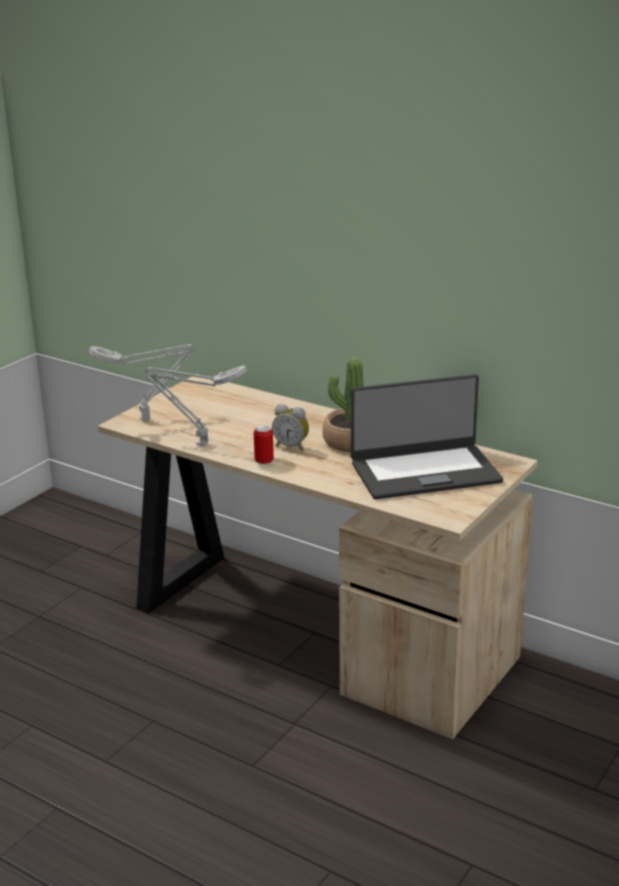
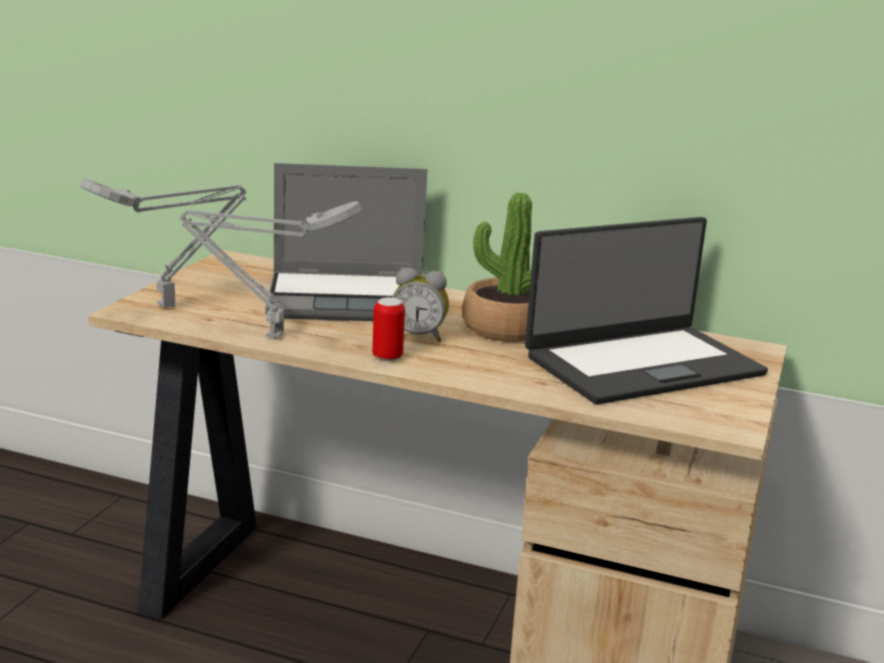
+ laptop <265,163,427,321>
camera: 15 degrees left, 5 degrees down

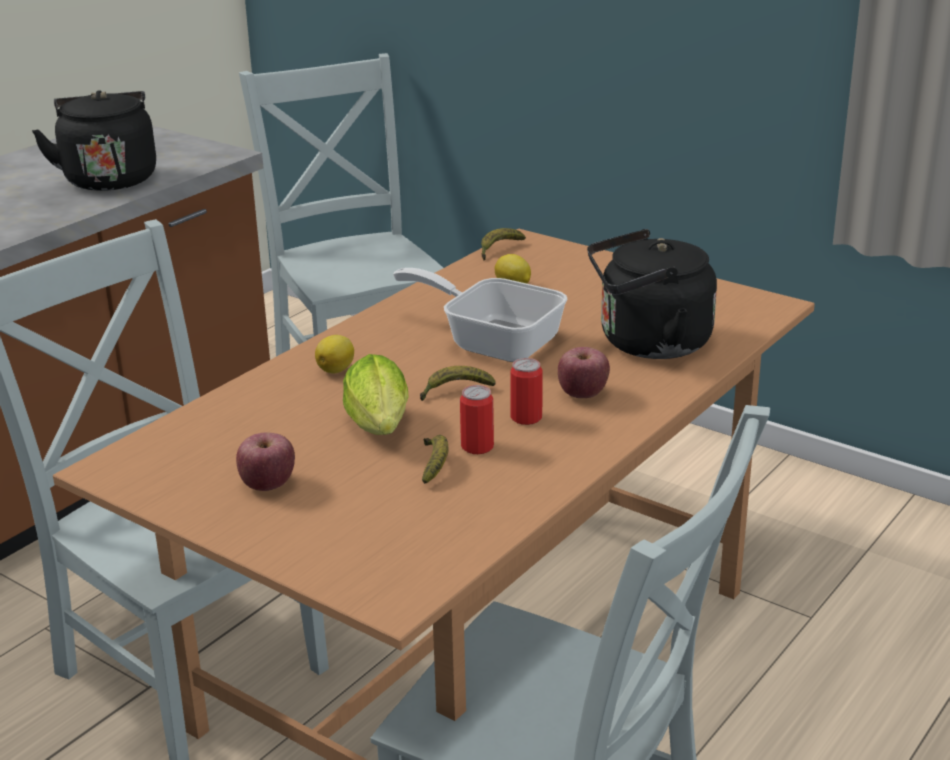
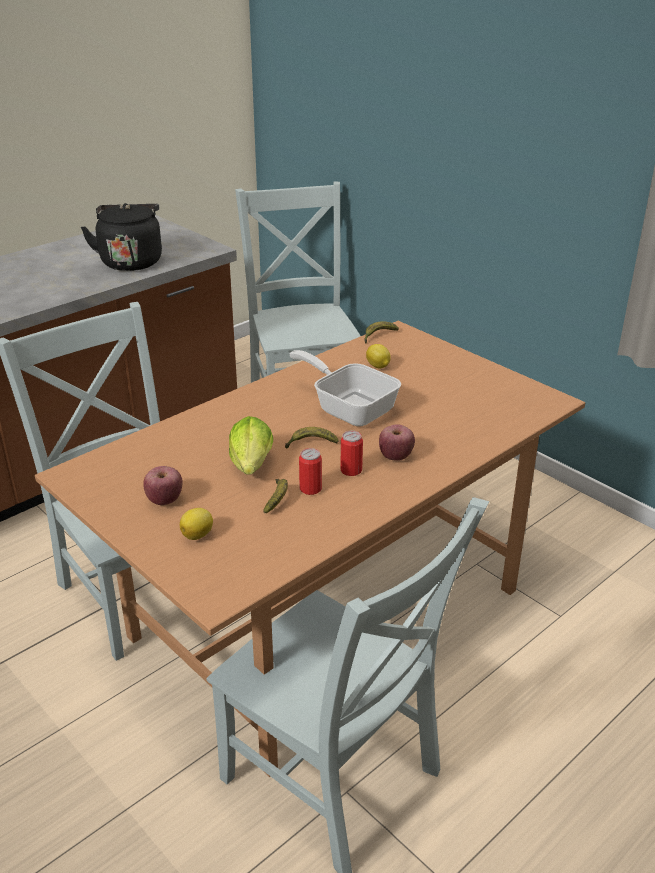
~ lemon <315,335,354,373> to <180,508,213,540>
- black kettle <587,229,717,359>
camera: 10 degrees right, 5 degrees up

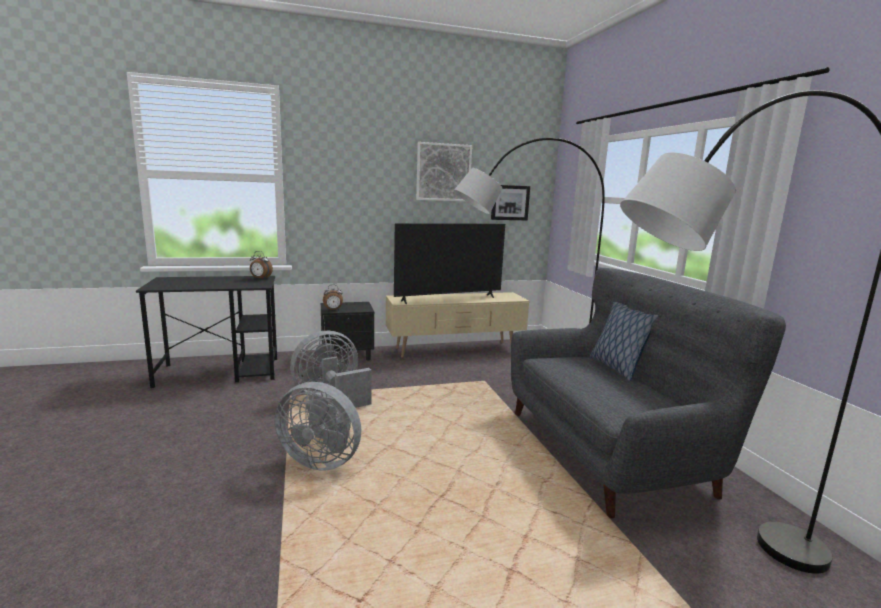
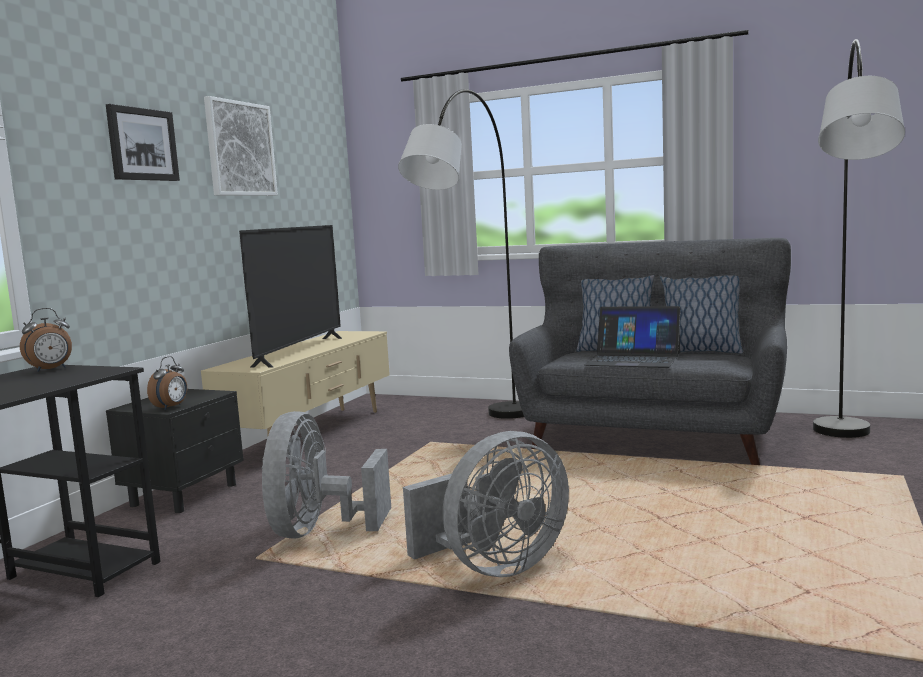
~ picture <491,185,530,220> to <106,104,180,181>
+ laptop <584,306,680,368>
+ pillow <660,275,743,354>
camera: 50 degrees left, 5 degrees down

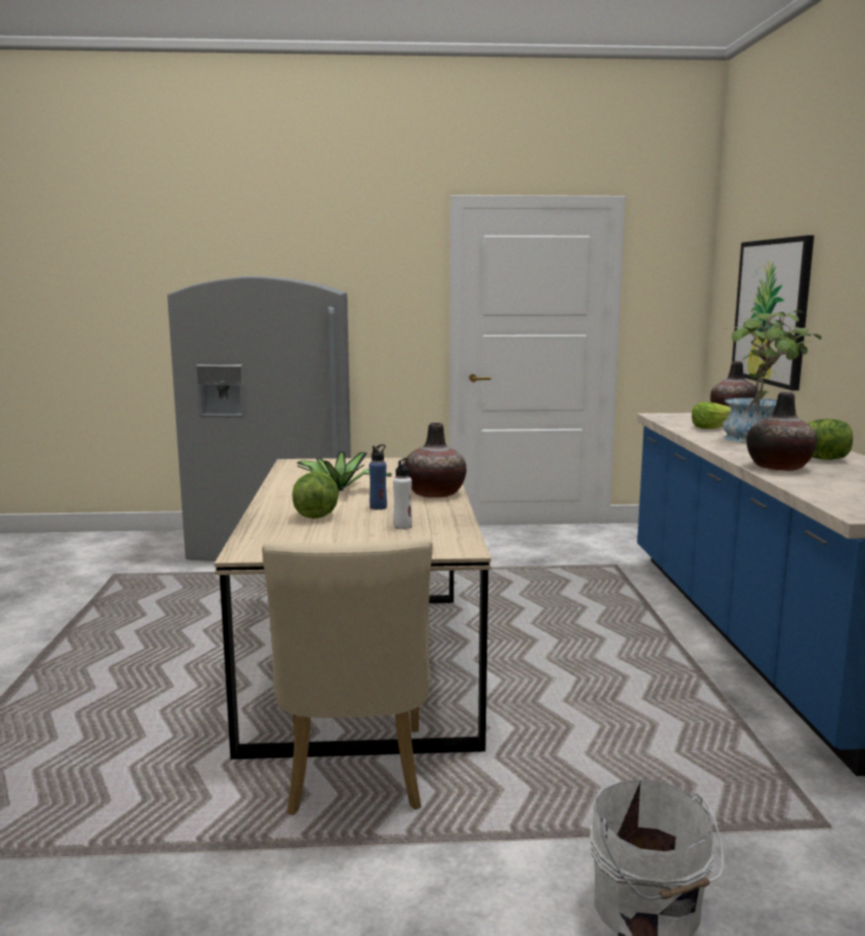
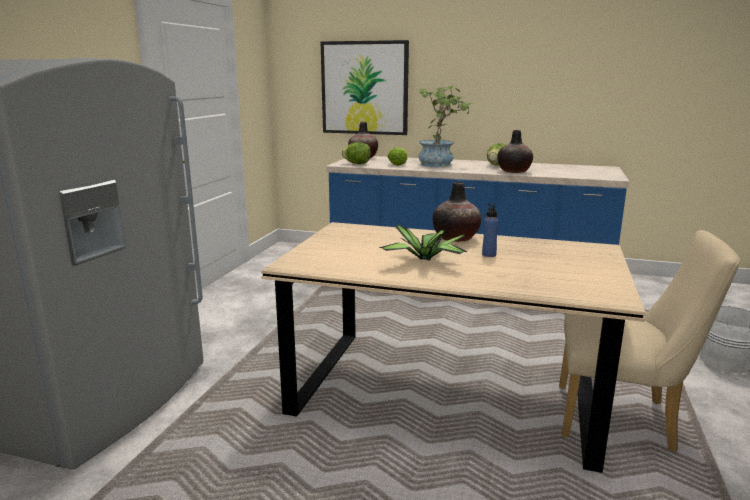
~ lettuce <292,471,339,519> to <342,142,371,164>
- white bottle <393,458,412,529>
camera: 70 degrees left, 5 degrees up

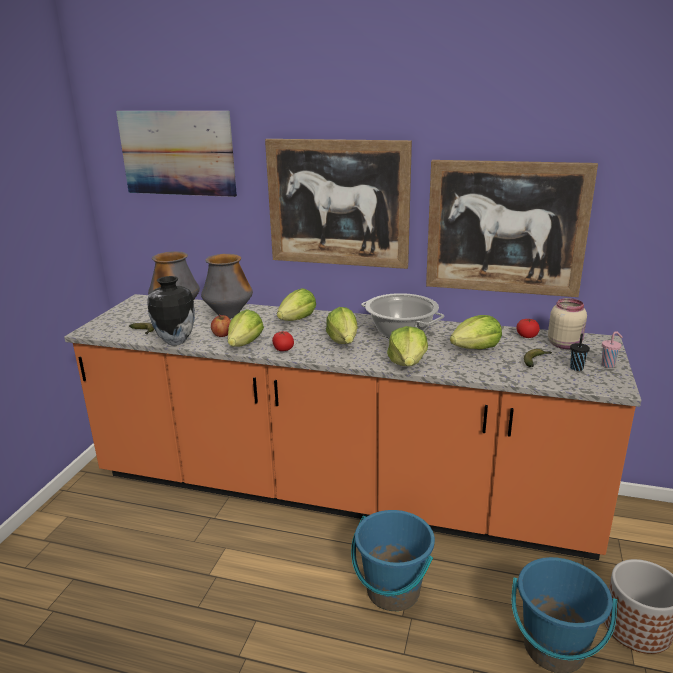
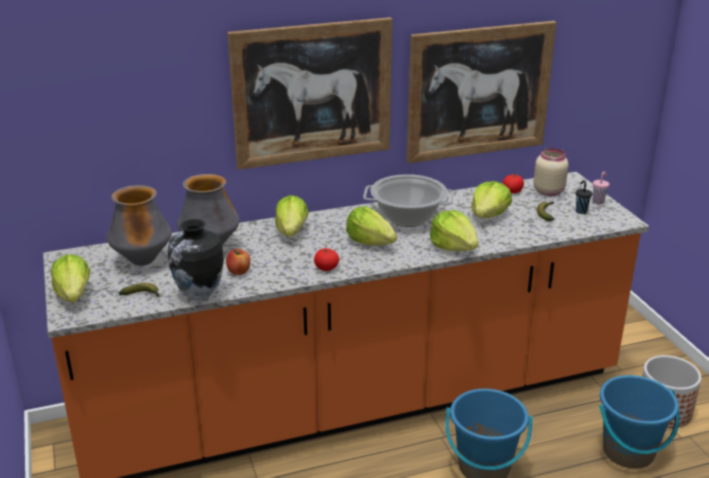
- picture <116,111,237,197>
~ lettuce <228,309,264,347> to <51,254,90,302>
camera: 35 degrees left, 5 degrees up

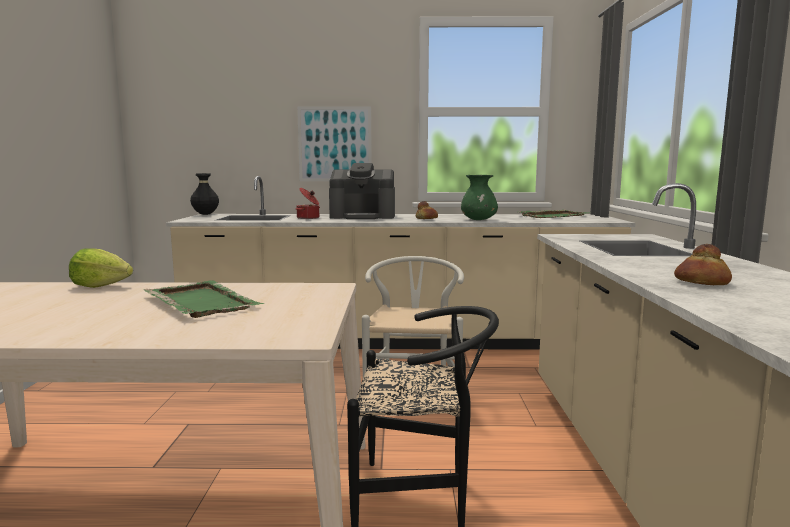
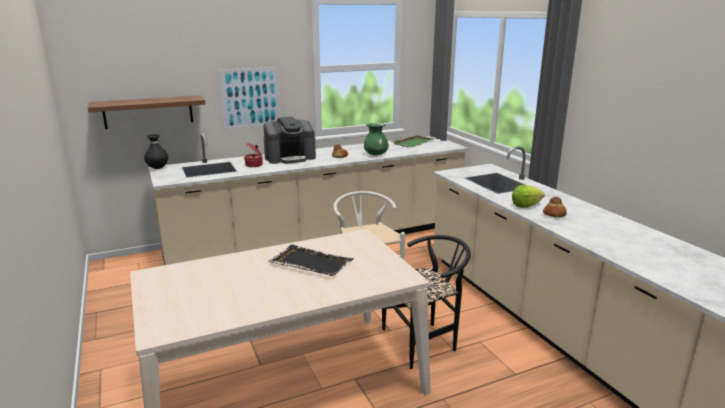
~ lettuce <69,248,133,288> to <512,185,545,208>
~ green tray <144,281,264,318> to black tray <268,245,354,276>
+ brown shelf <88,95,206,129>
camera: 25 degrees left, 10 degrees up

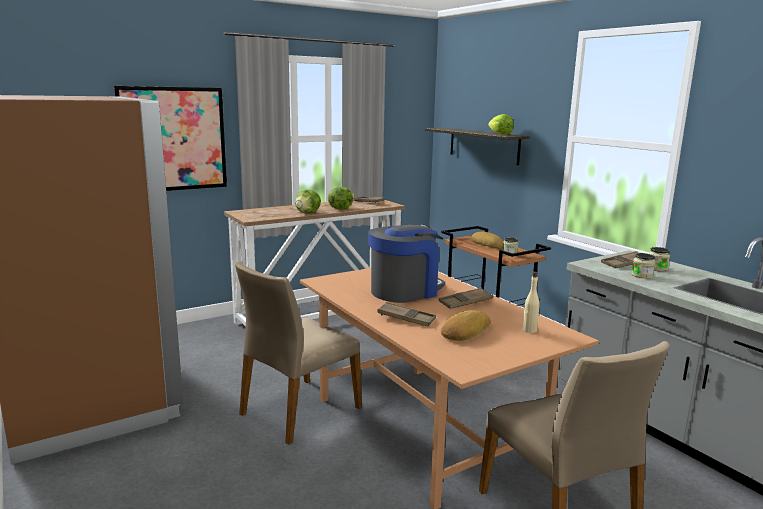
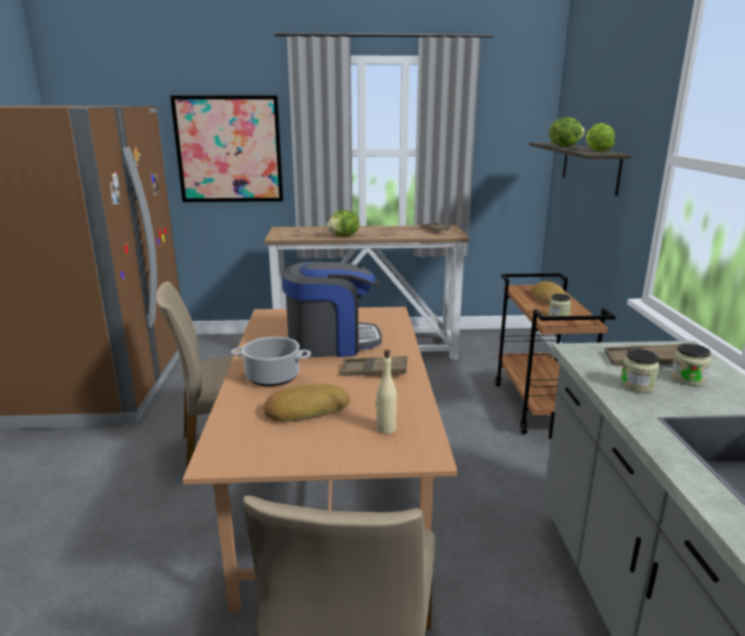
~ lettuce <328,187,355,210> to <549,117,585,146>
~ brown tray <377,302,436,326> to cooking pot <231,336,311,386>
camera: 30 degrees right, 5 degrees up

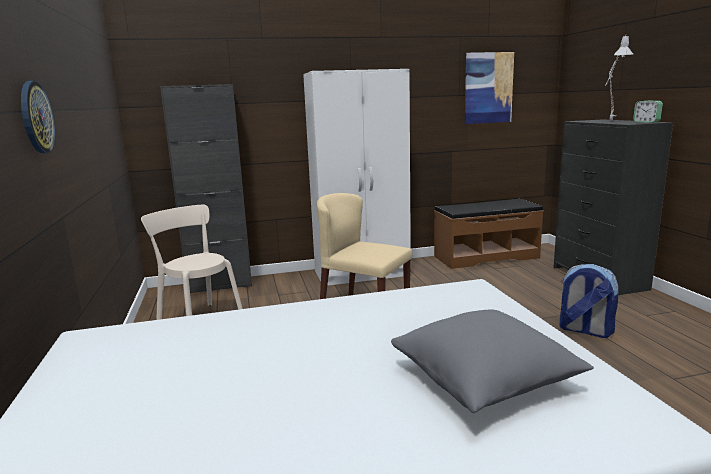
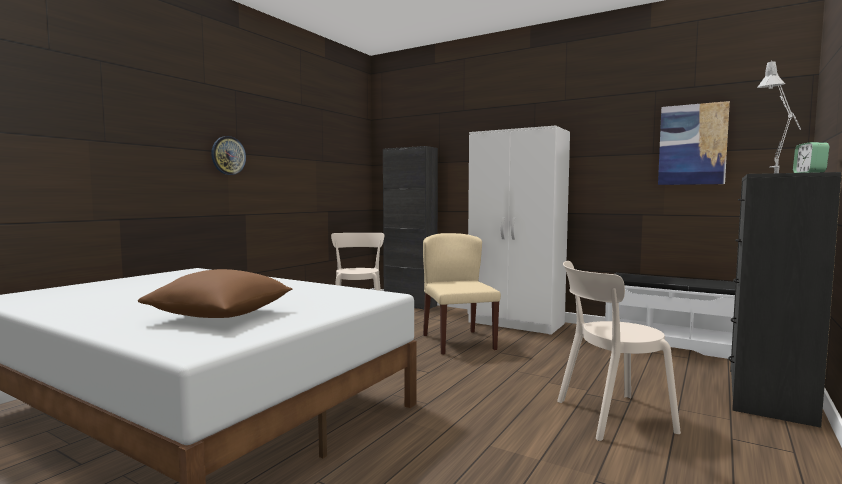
~ grey pillow <391,310,594,413> to brown pillow <138,269,292,318>
~ brown bench <434,199,544,269> to white bench <605,273,736,359>
~ backpack <560,264,619,338> to beige chair <557,261,681,441>
camera: 45 degrees right, 10 degrees down

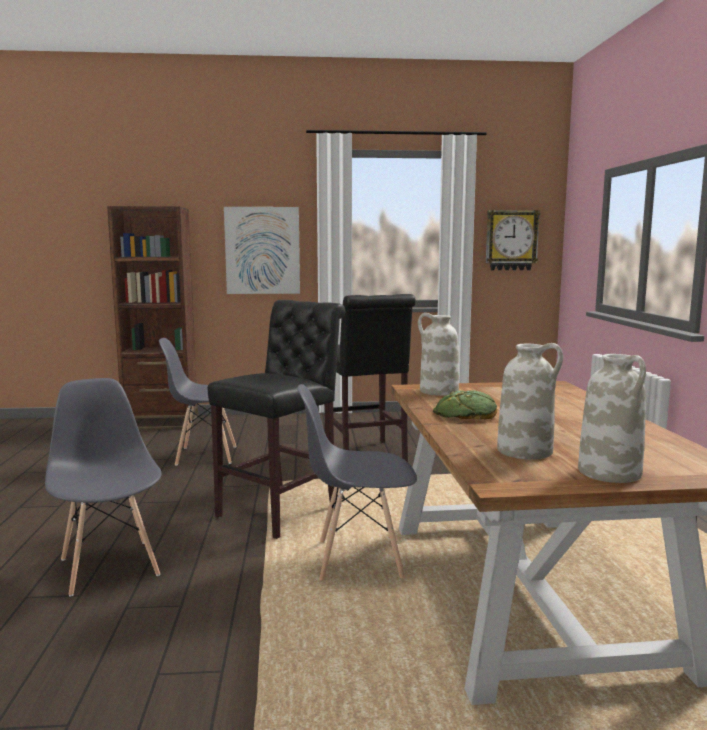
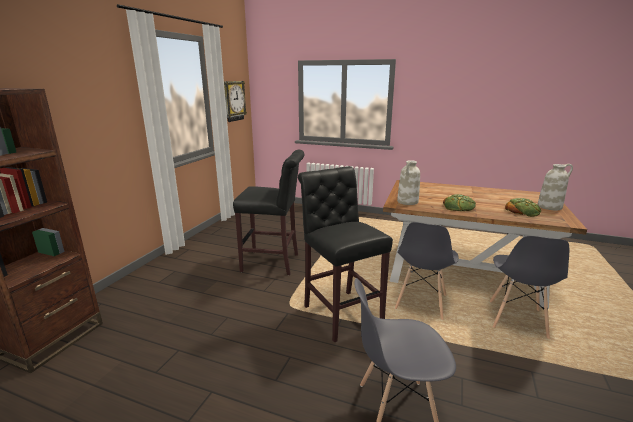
~ grey chair <159,338,236,466> to <489,236,569,339>
- picture <224,207,300,294>
~ white vase <497,343,563,459> to bread <505,198,541,217>
camera: 65 degrees left, 10 degrees up

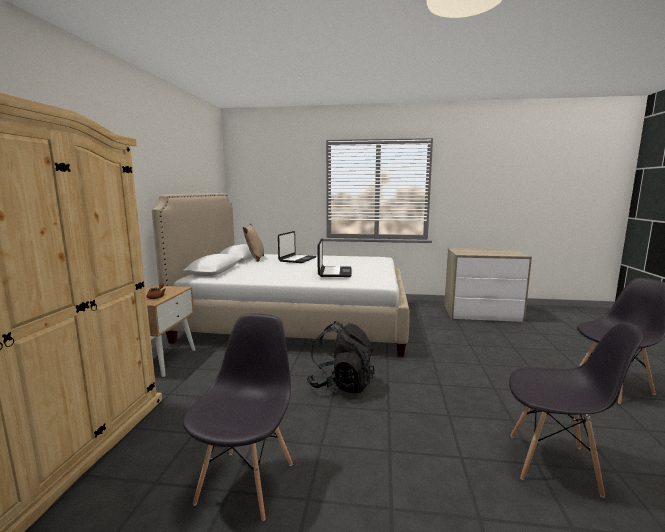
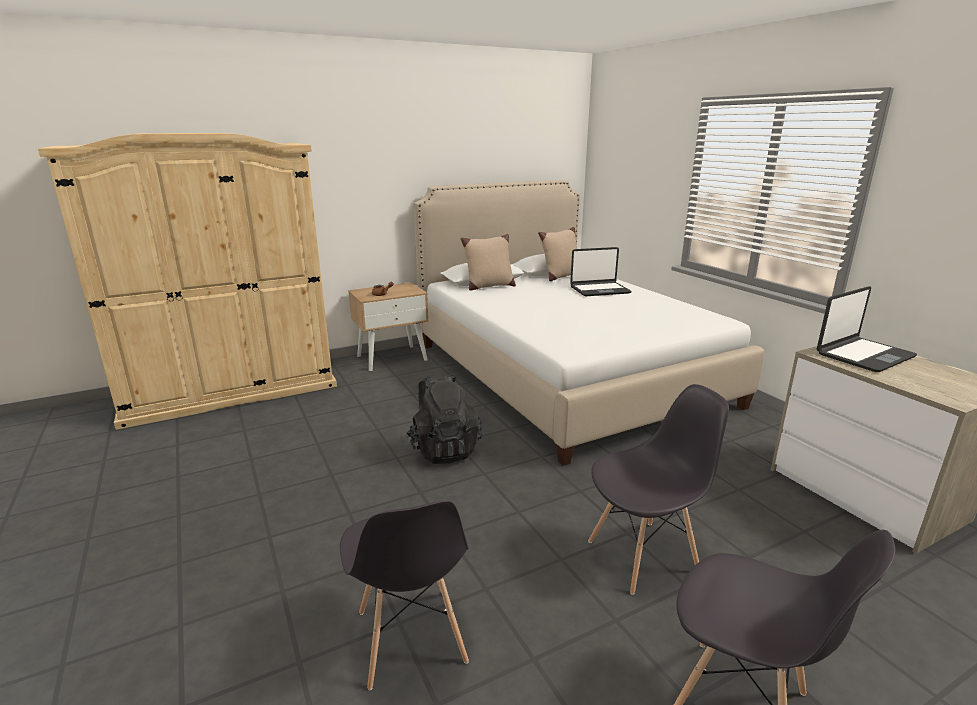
~ grey chair <183,314,293,521> to <588,384,729,595>
~ laptop <317,238,352,277> to <817,286,917,372>
+ beige pillow <460,234,516,290>
camera: 55 degrees right, 10 degrees up

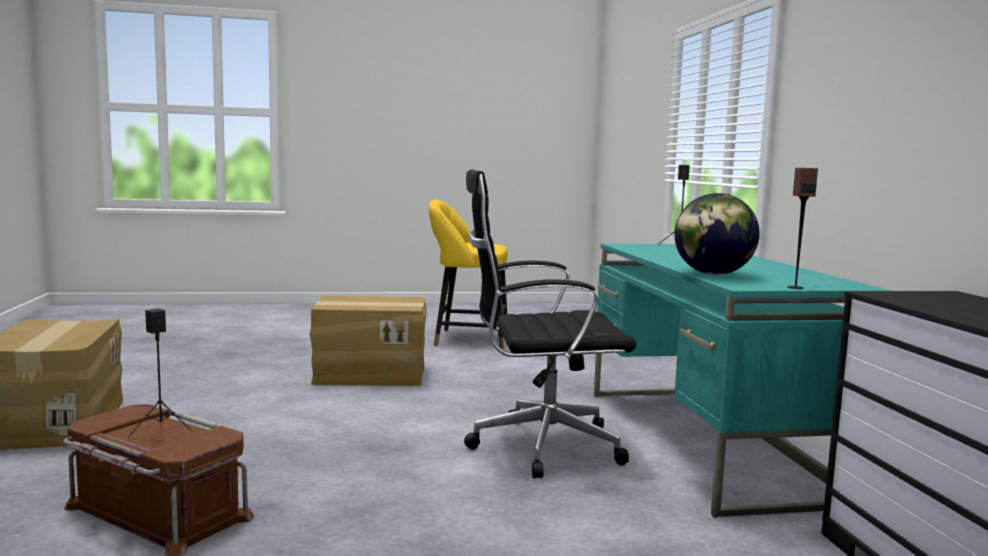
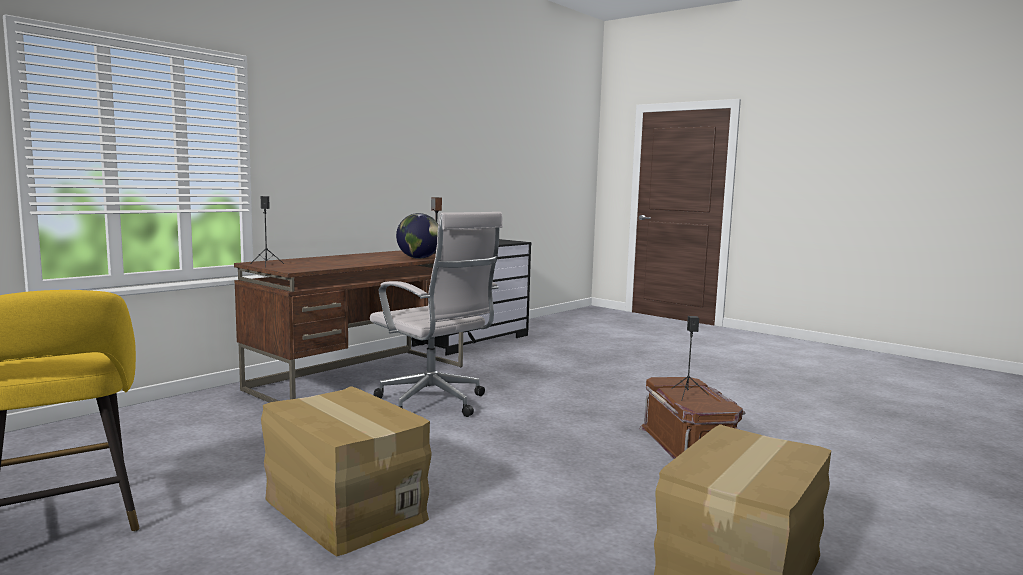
~ black office chair <464,169,636,478> to white office chair <370,212,503,417>
~ turquoise desk <594,243,891,517> to brown desk <234,250,463,403>
camera: 130 degrees left, 0 degrees up

